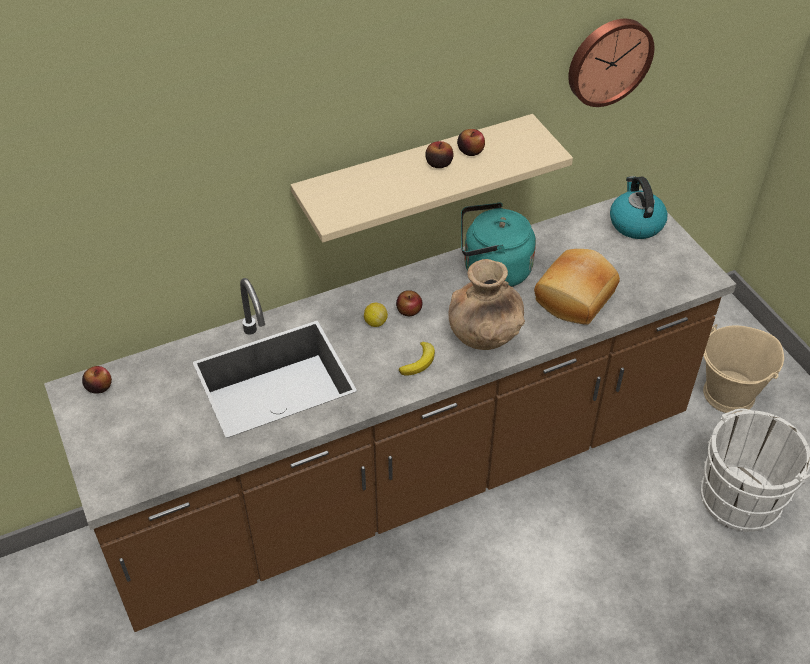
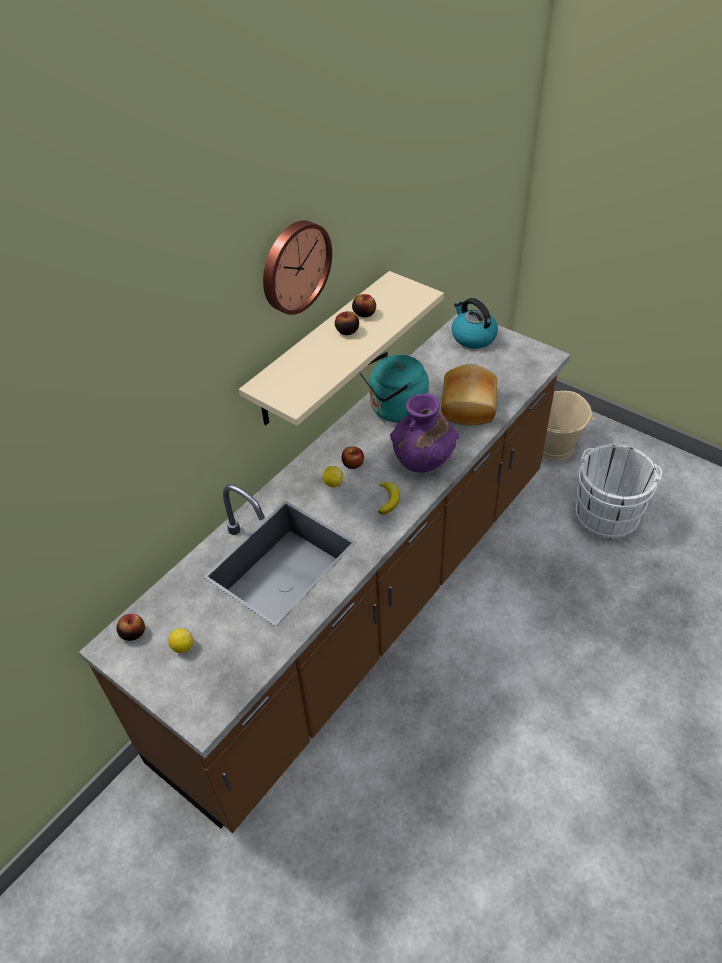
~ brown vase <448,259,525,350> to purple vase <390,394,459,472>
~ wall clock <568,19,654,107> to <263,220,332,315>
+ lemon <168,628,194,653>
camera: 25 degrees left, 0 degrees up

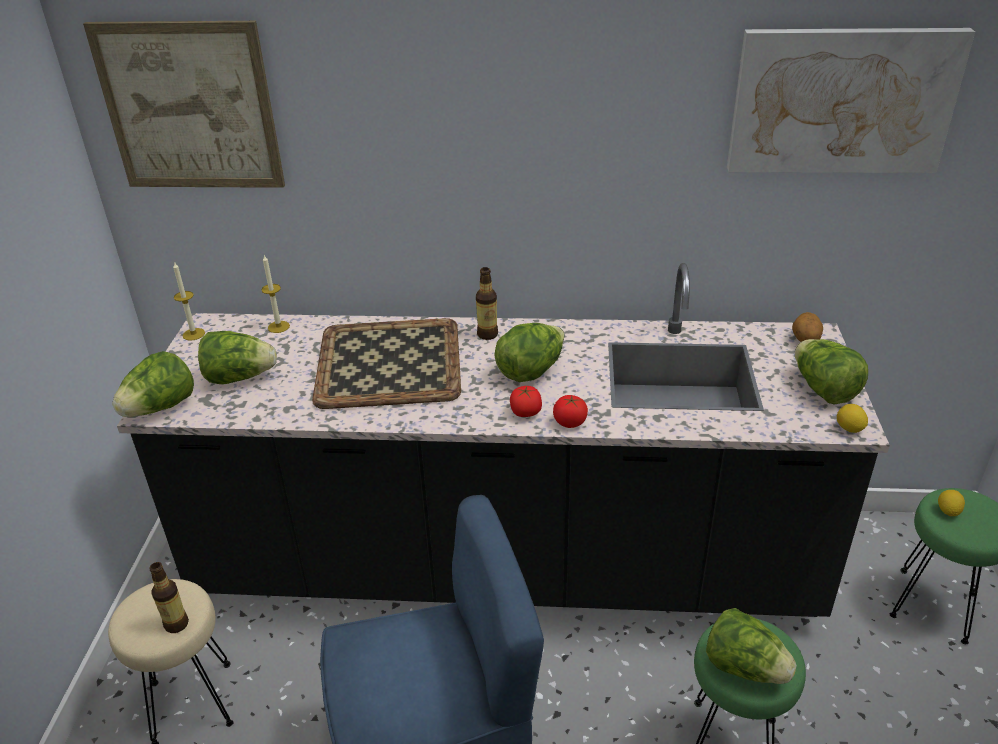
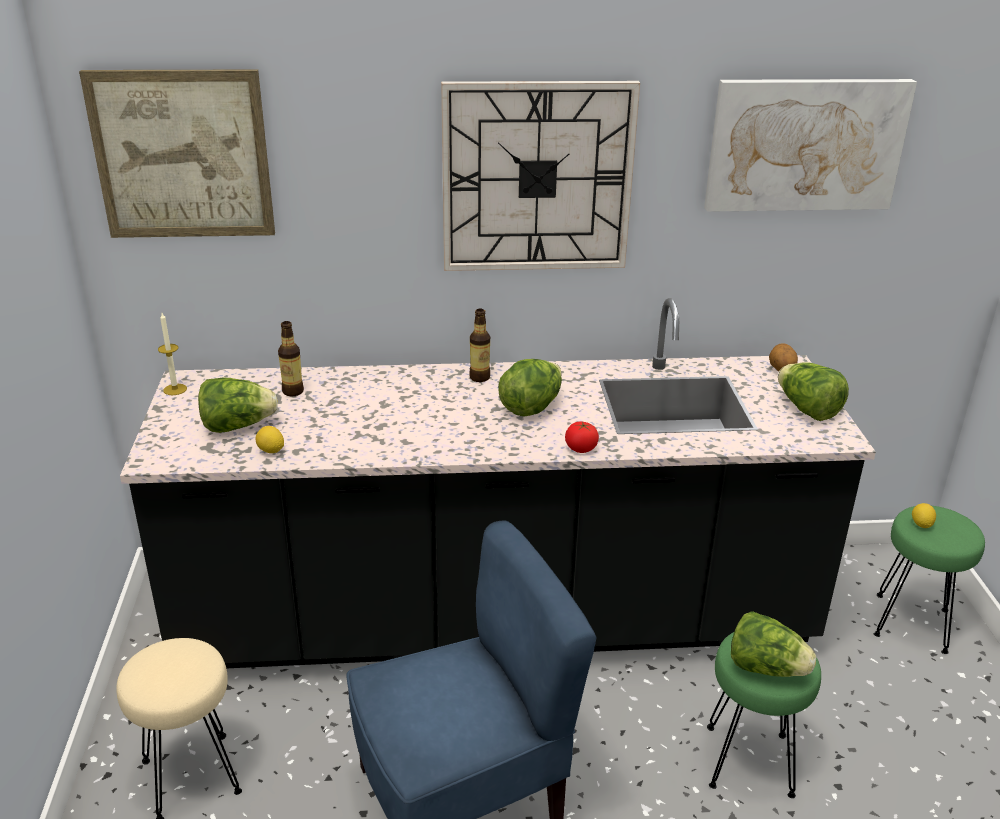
- lettuce <112,351,194,417>
~ bottle <149,562,189,633> to <278,321,304,396>
- candle <261,255,290,333>
- tray <312,318,461,409>
- tomato <510,386,542,417>
~ lemon <837,404,868,433> to <255,426,284,453>
+ wall clock <441,81,640,271>
camera: 10 degrees left, 5 degrees down

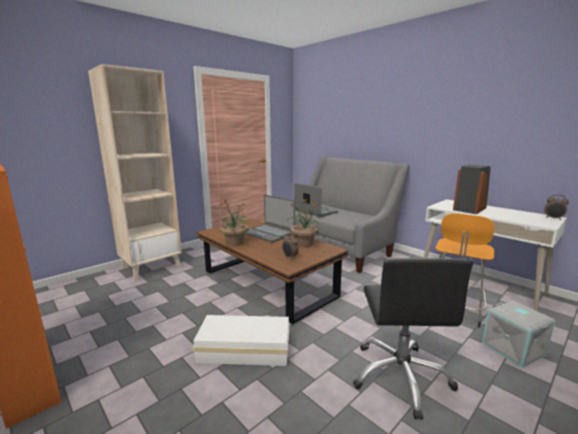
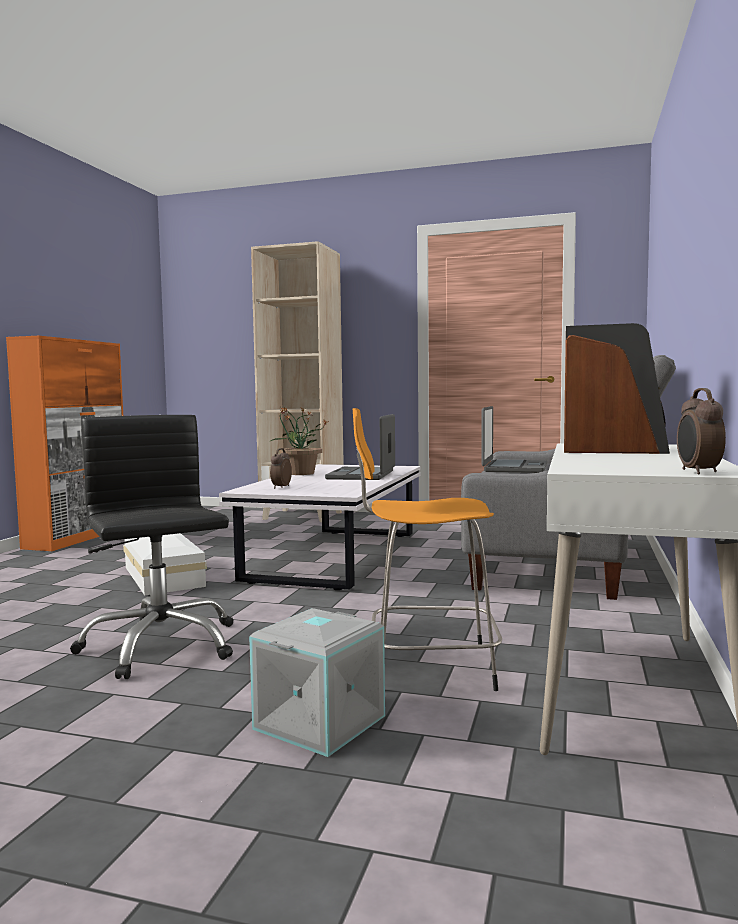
~ brown coffee table <196,219,348,324> to white coffee table <219,464,420,590>
- potted plant <287,199,321,247>
~ black office chair <353,258,473,420> = <70,415,233,679> 90 degrees clockwise
camera: 60 degrees right, 10 degrees down

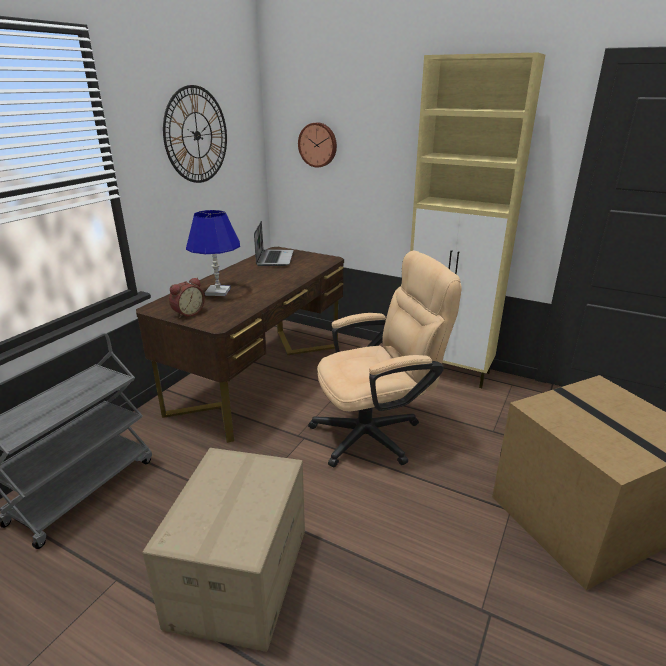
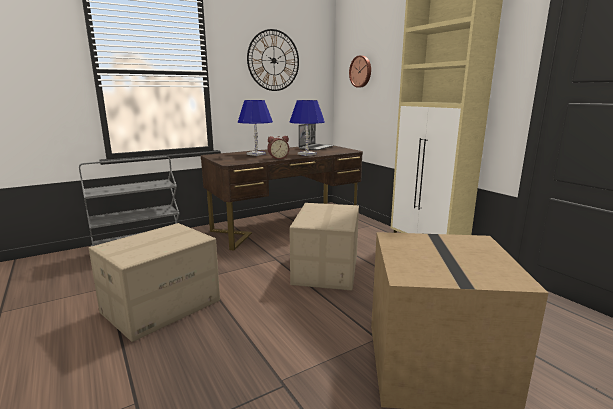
~ alarm clock <169,277,205,318> to <267,136,289,159>
~ beige office chair <308,251,462,467> to cardboard box <289,203,359,291>
+ blue table lamp <289,100,325,156>
camera: 30 degrees right, 10 degrees down

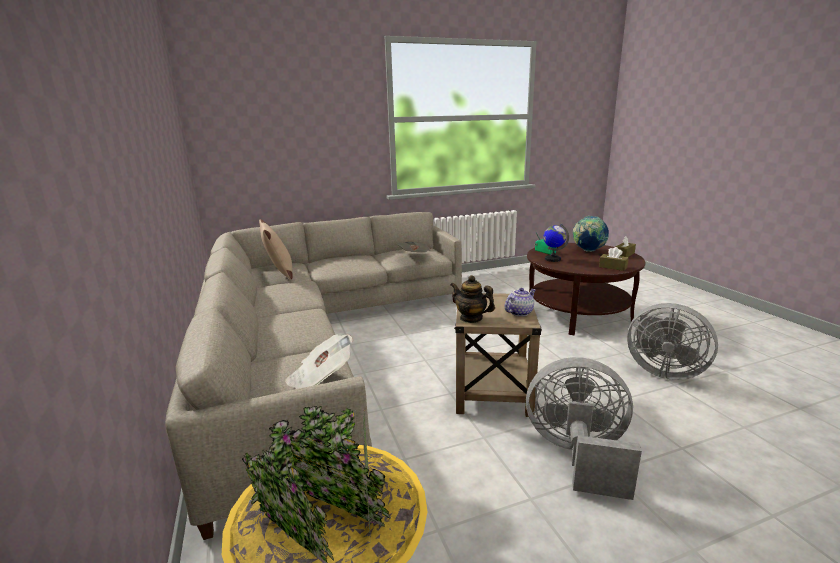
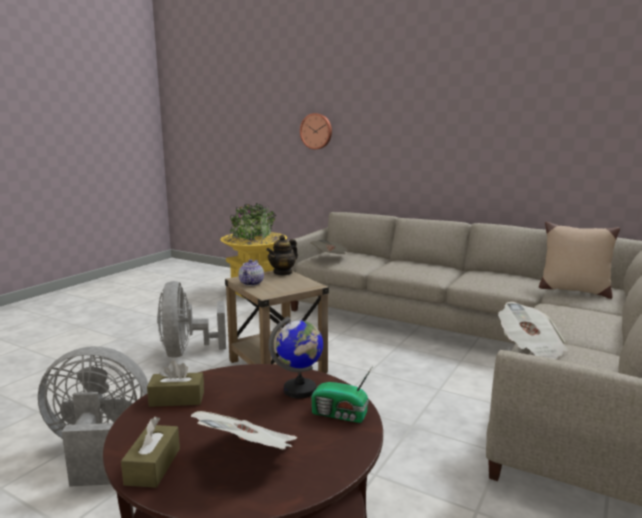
~ teapot <450,275,495,323> = <266,235,298,276> 135 degrees clockwise
~ grey fan <526,357,642,500> = <157,281,226,358> 105 degrees clockwise
~ globe <573,216,609,252> to newspaper <191,411,297,449>
+ wall clock <300,113,332,149>
camera: 140 degrees right, 5 degrees down

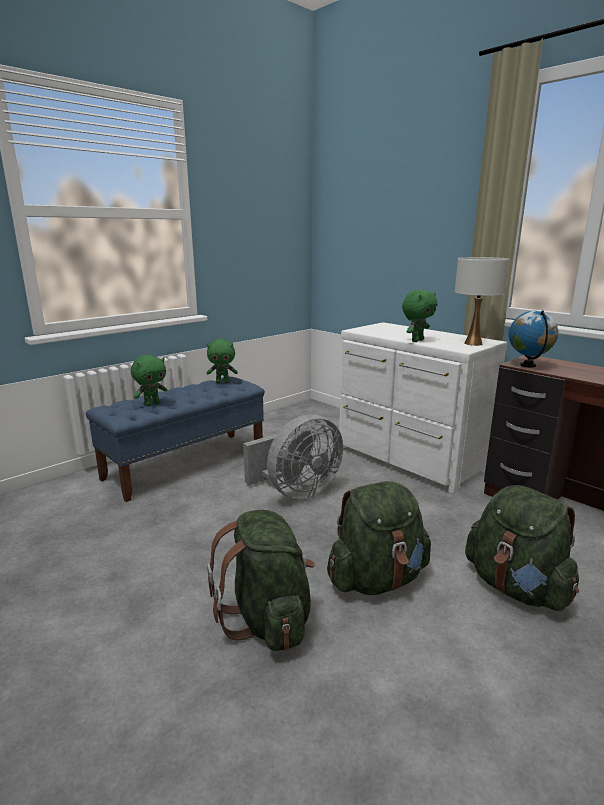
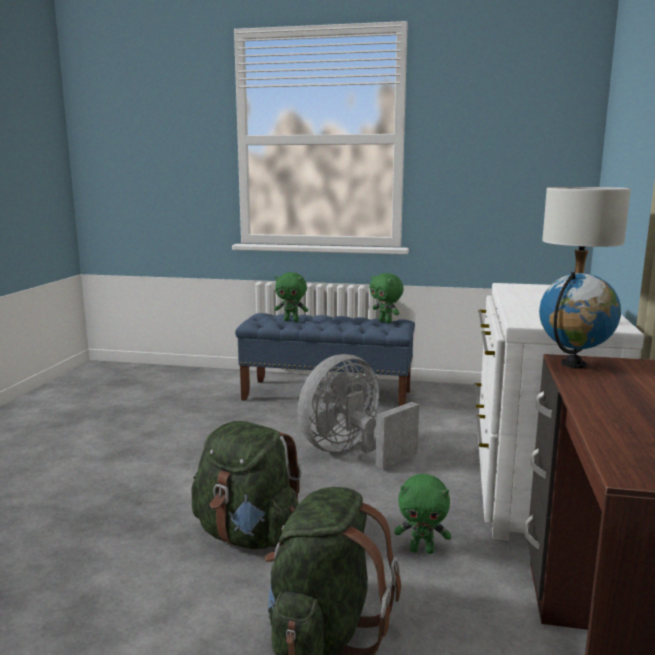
- green backpack <207,510,315,651>
~ grey fan <243,414,343,499> = <297,354,419,469> 120 degrees clockwise
~ green plush toy <402,290,437,342> to <394,474,451,554>
camera: 55 degrees right, 5 degrees down

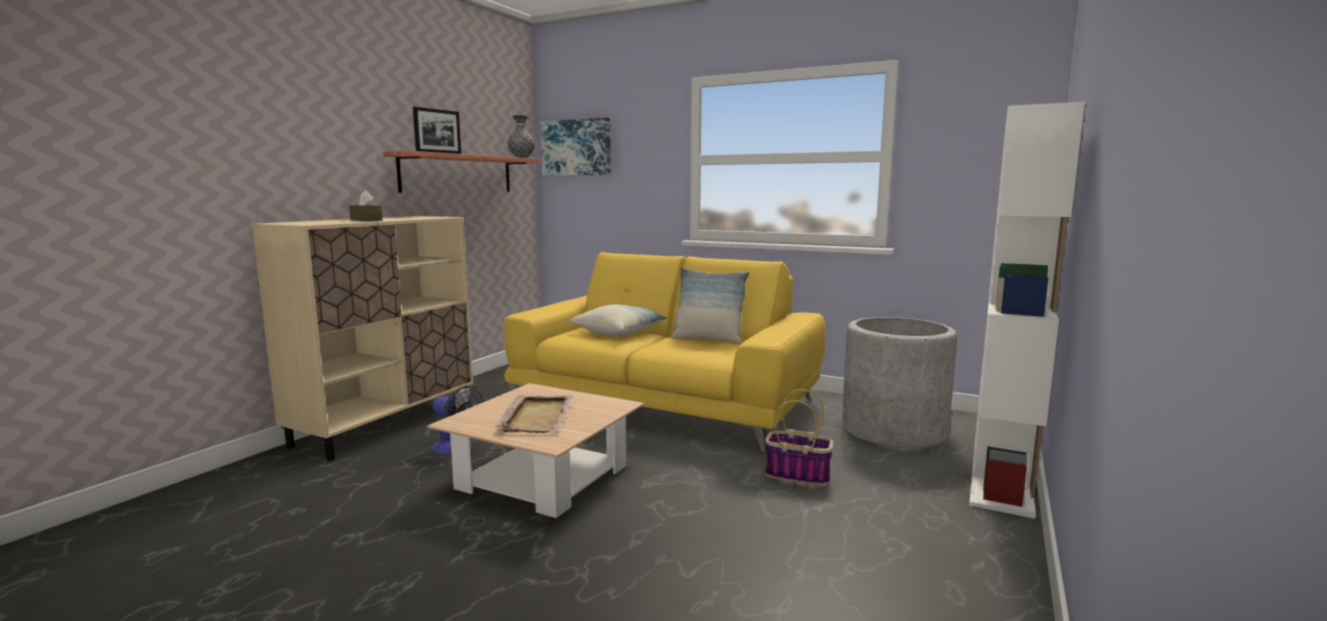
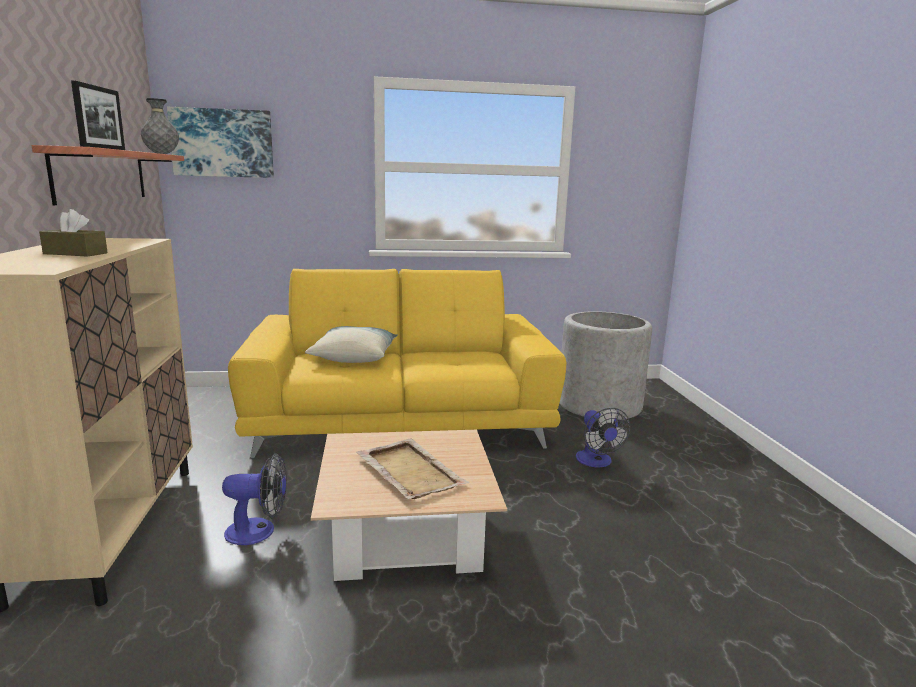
- pillow <671,267,749,344>
~ basket <765,389,833,486> to fan <576,408,630,467>
- white bookcase <969,102,1085,519>
camera: 35 degrees left, 5 degrees up

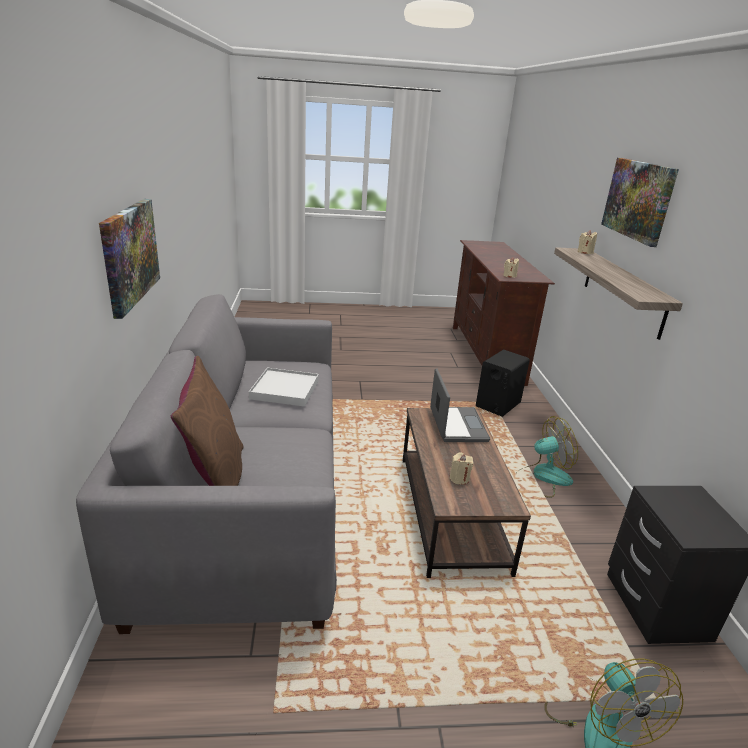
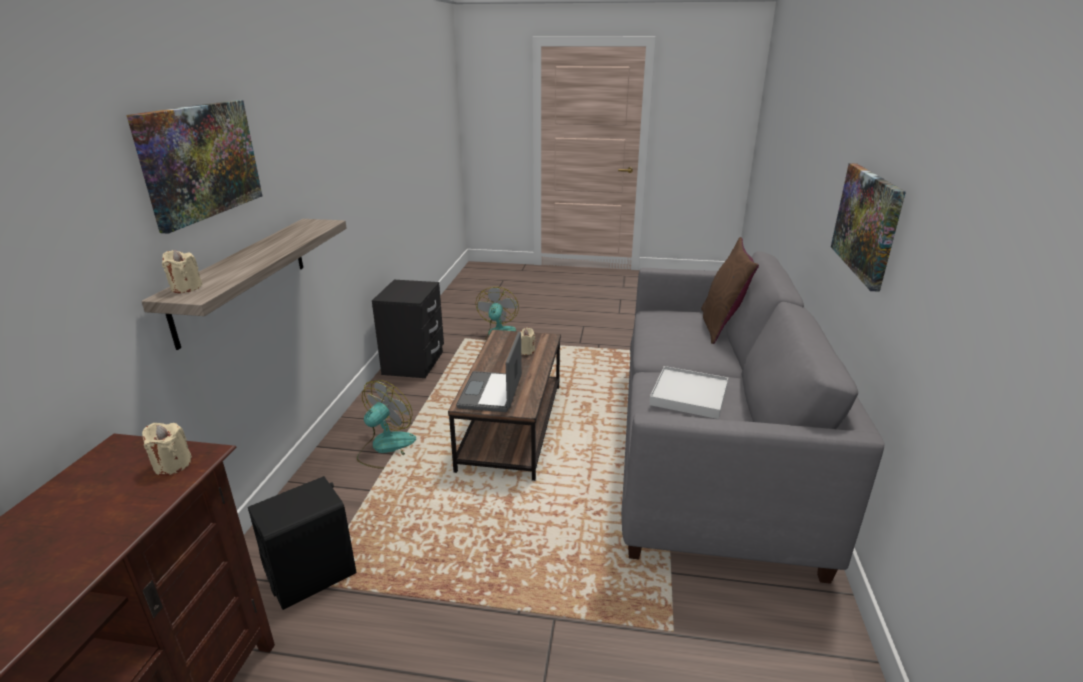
~ fan <516,416,578,498> = <357,380,416,469> 120 degrees clockwise
camera: 165 degrees left, 0 degrees up

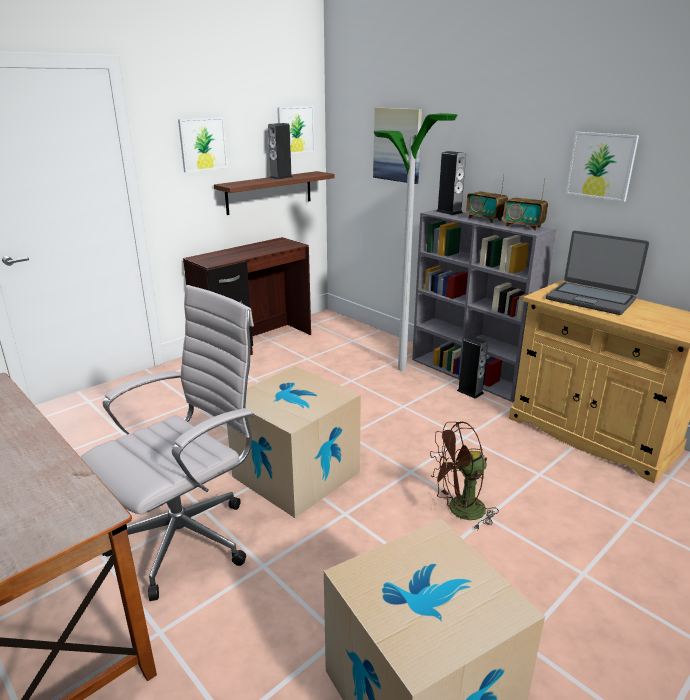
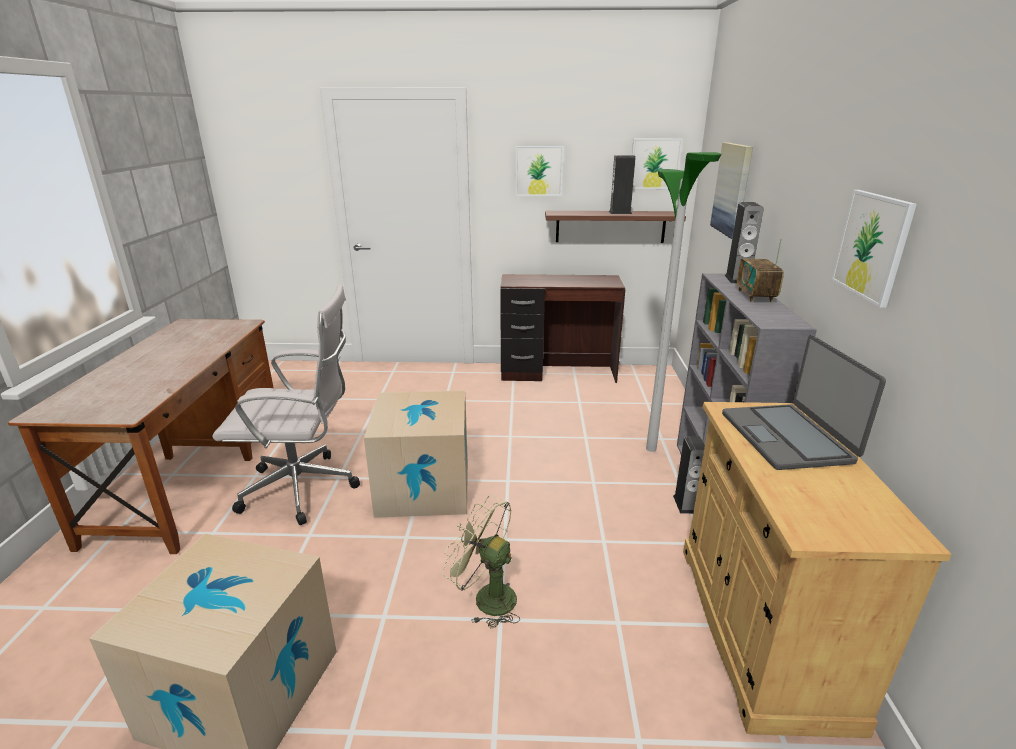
~ brown fan <430,421,499,530> to green fan <442,495,520,628>
- radio <503,178,548,231>
camera: 45 degrees right, 0 degrees up

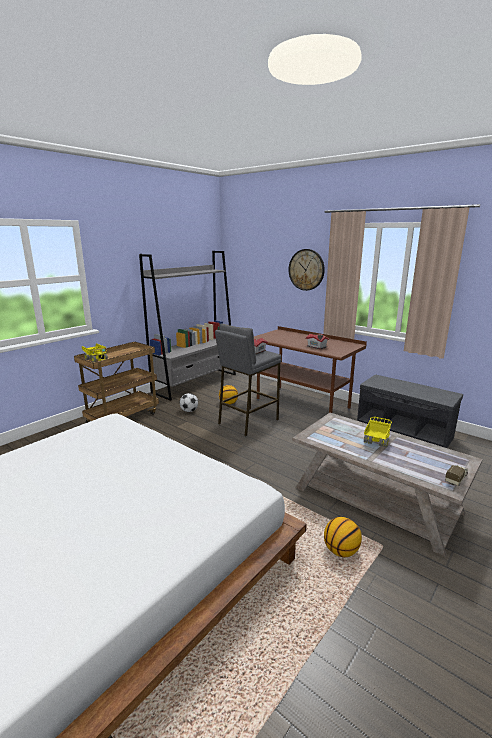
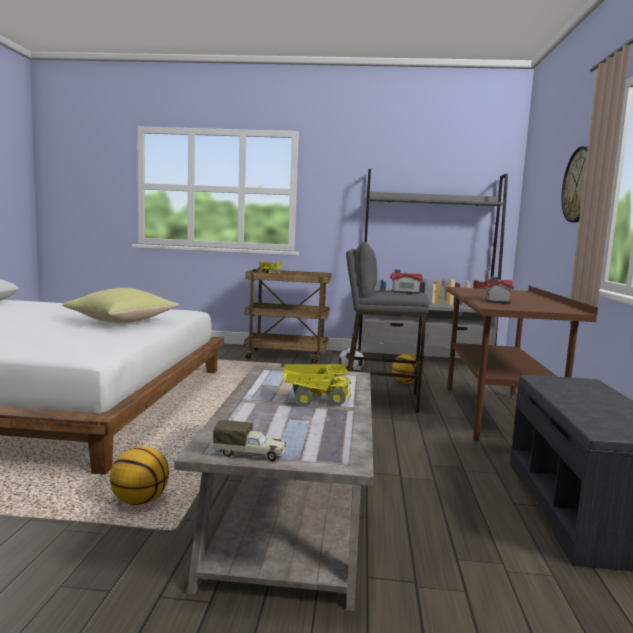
+ yellow pillow <62,288,179,323>
camera: 55 degrees right, 10 degrees down

